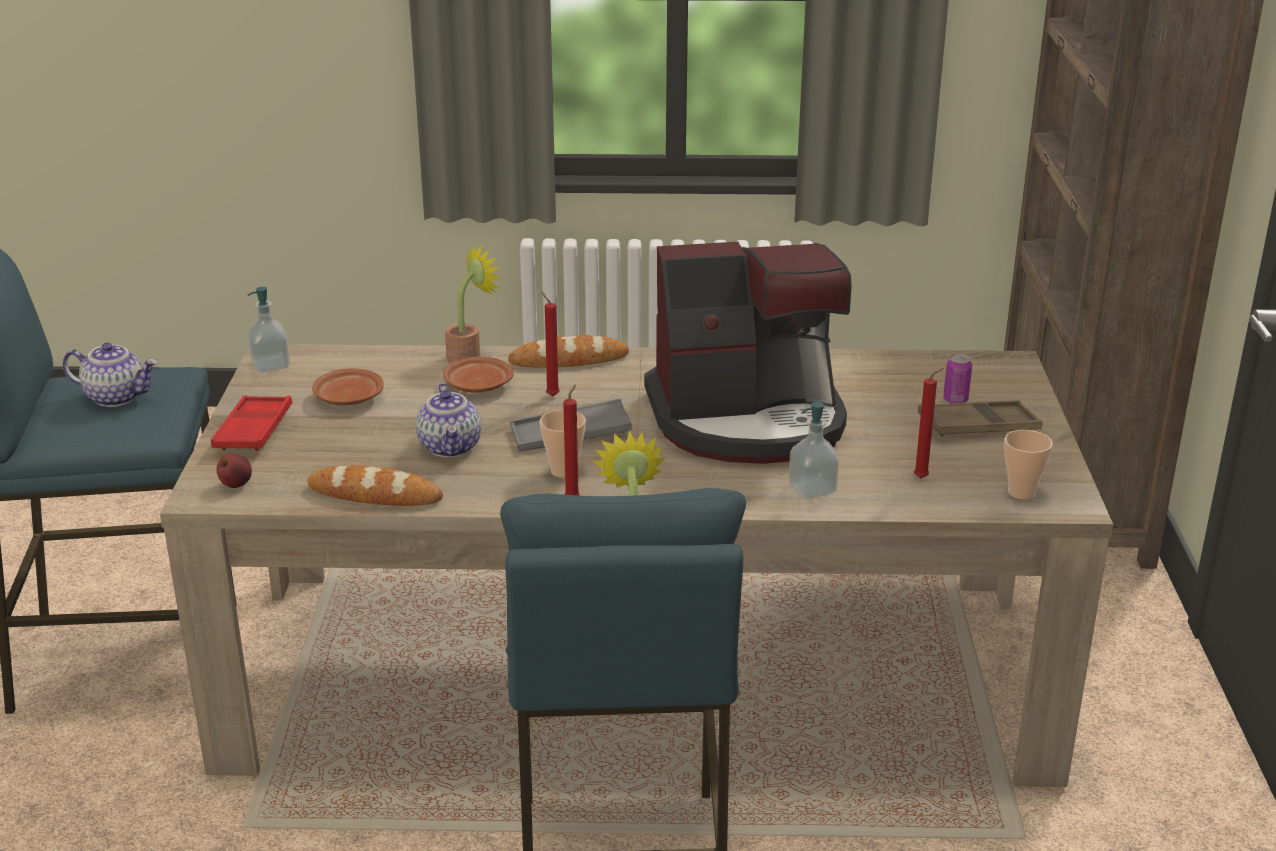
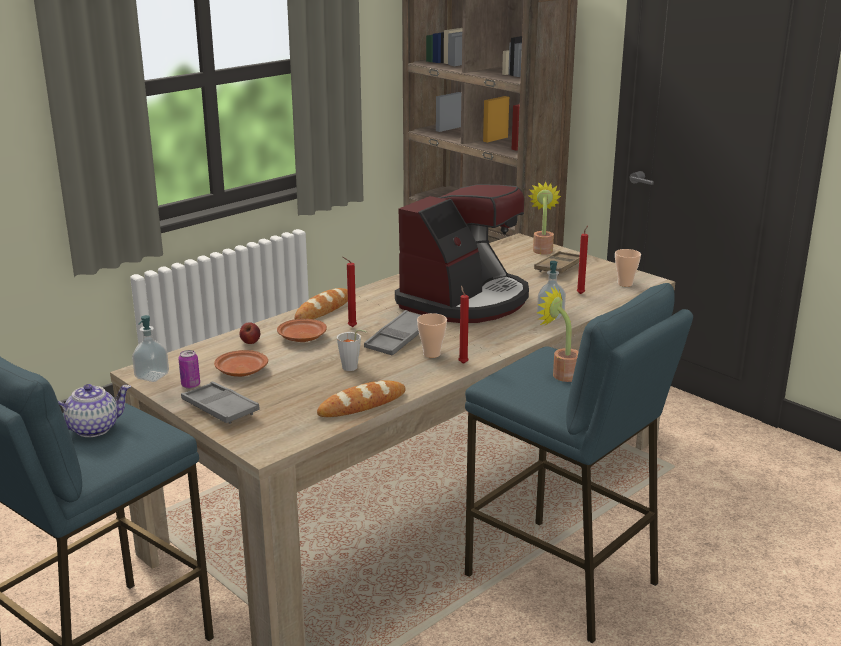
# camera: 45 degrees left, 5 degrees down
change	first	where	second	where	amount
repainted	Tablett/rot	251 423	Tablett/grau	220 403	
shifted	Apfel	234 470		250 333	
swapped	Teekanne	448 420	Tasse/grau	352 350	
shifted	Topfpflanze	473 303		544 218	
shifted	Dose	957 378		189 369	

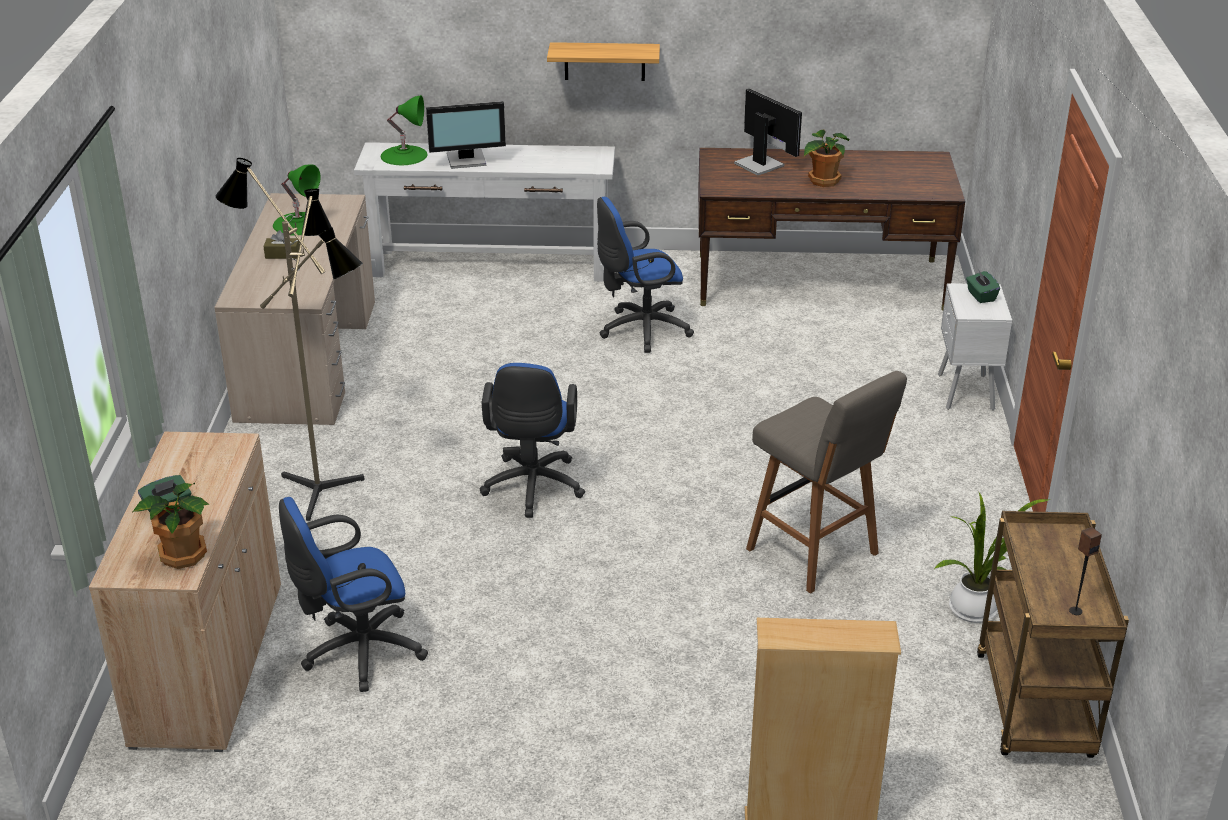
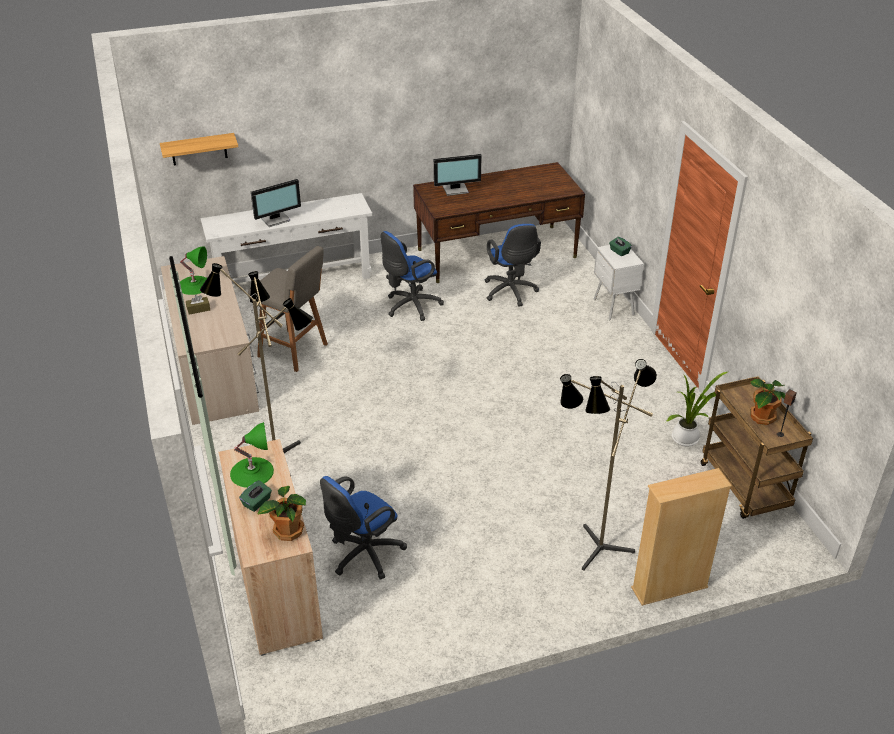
# camera: 20 degrees left, 5 degrees up
change	first	where	second	where	amount
shifted	Tischlampe/grün	404 130		252 455	
shifted	Bürostuhl/blau	532 440		513 265	
shifted	Wandregal	603 61		199 149	
rotated	Monitor	768 132		458 175	135 degrees clockwise
shifted	Hocker/grau	826 482		288 309	
shifted	Topfpflanze	826 158		767 402	
new			Stehlampe	608 465	

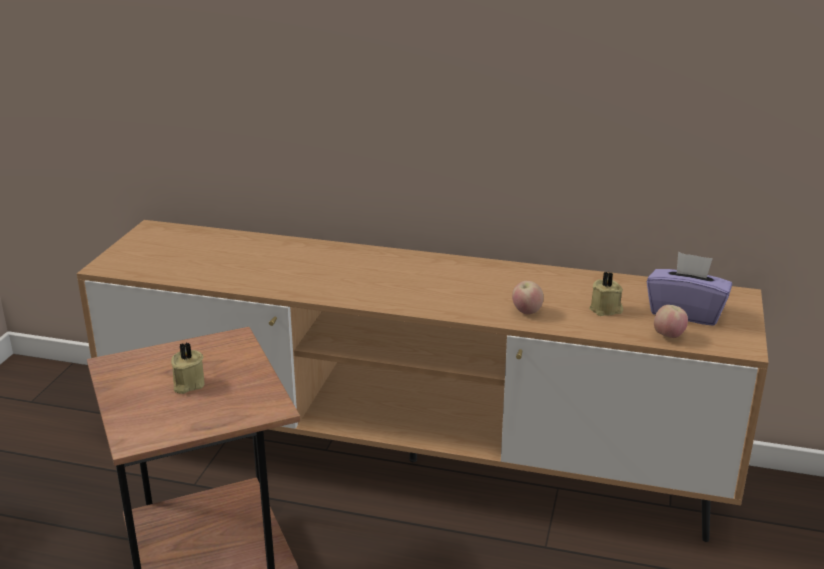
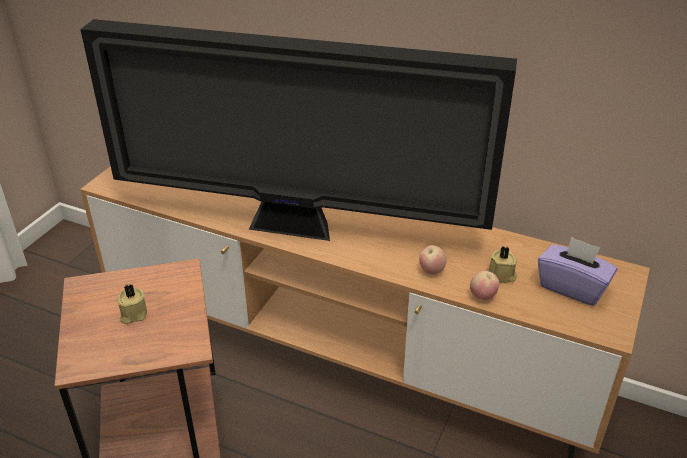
# camera: 10 degrees right, 10 degrees up
change	first	where	second	where	amount
shifted	Apfel	671 321		484 285	
new			Fernseher	298 130	

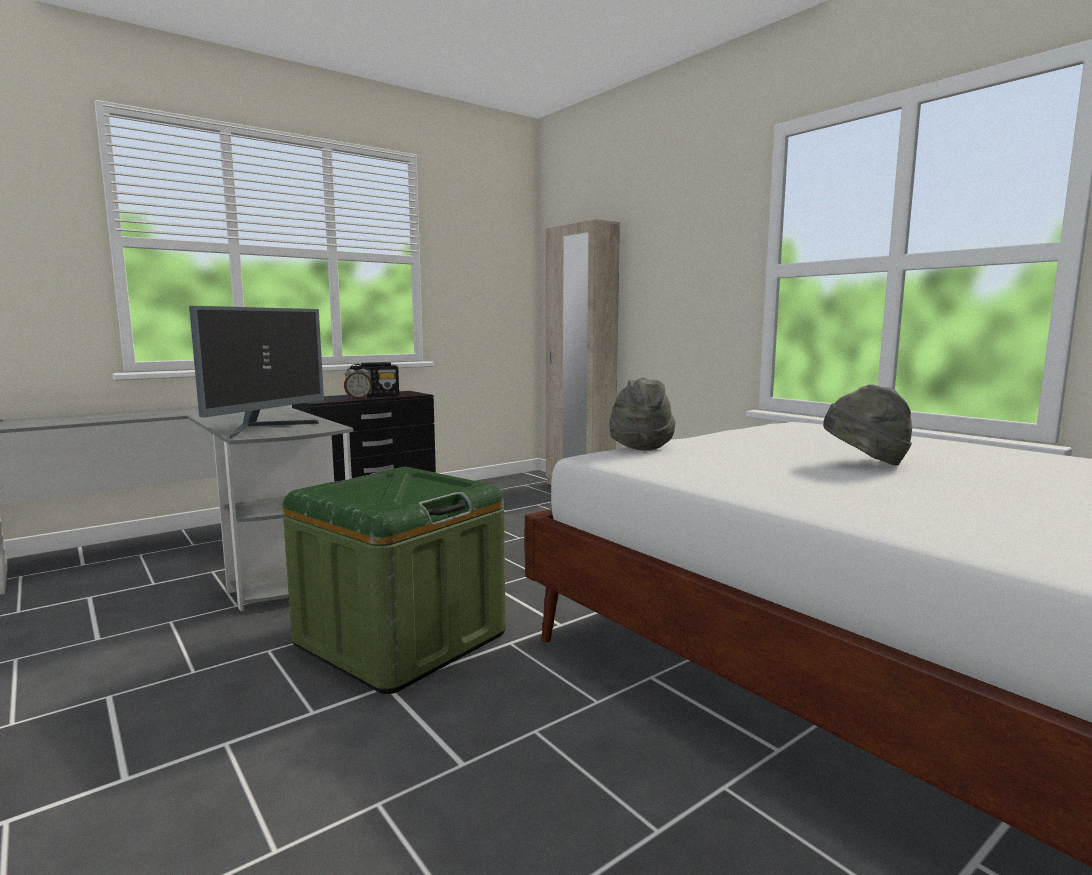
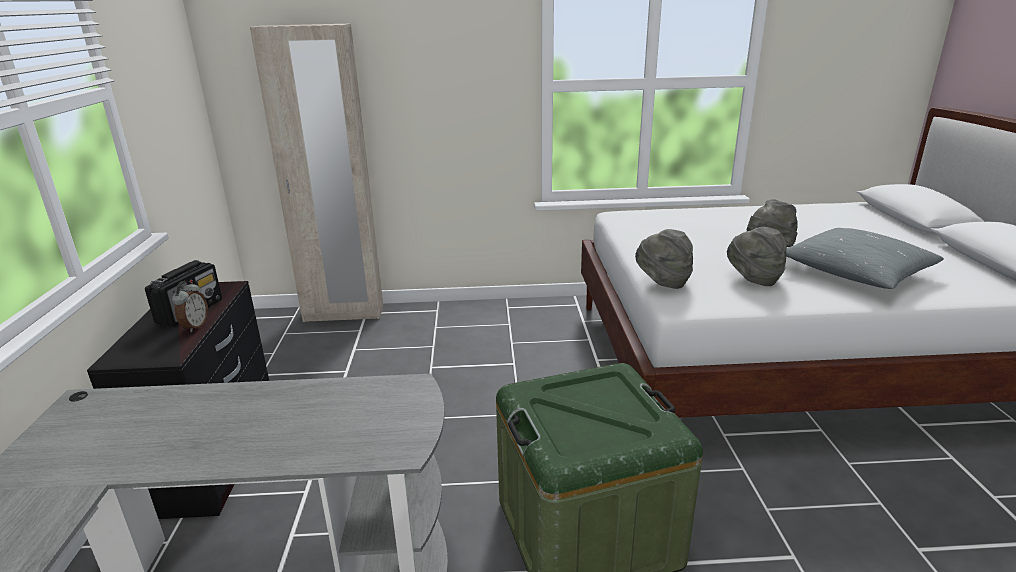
# camera: 55 degrees left, 15 degrees up
change	first	where	second	where	amount
gone	Monitor	256 372			
new			Hut/grau	757 256	
new			Kissen/grau	865 258	

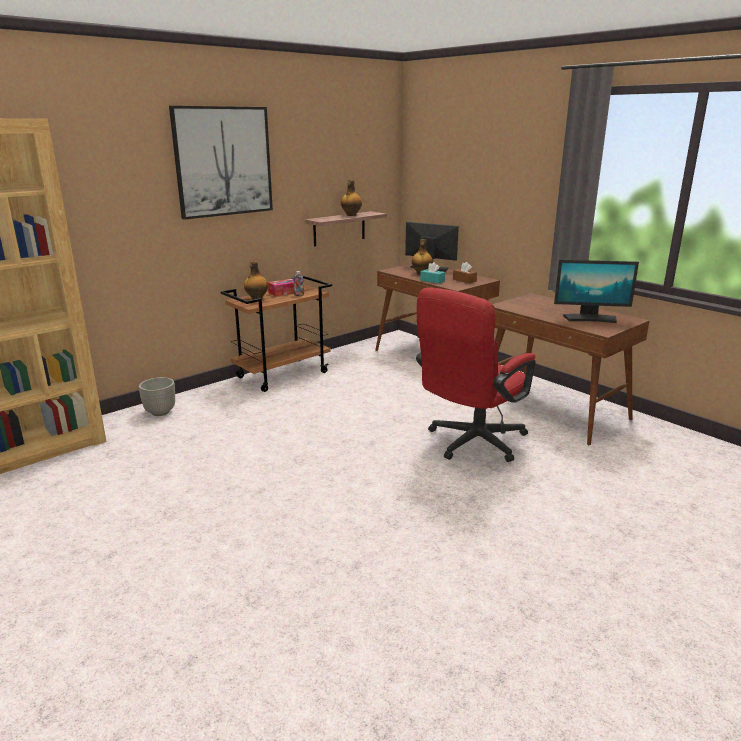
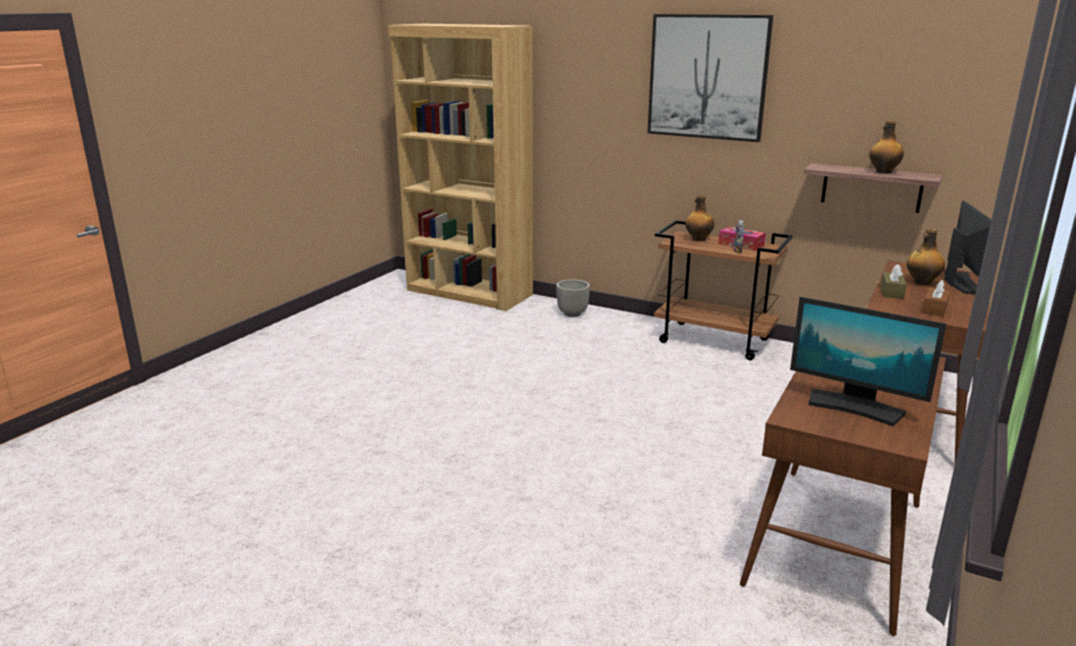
# camera: 70 degrees right, 0 degrees up
change	first	where	second	where	amount
gone	Bürostuhl/rot	476 374			
repainted	Taschentuchbox/türkis	432 273	Taschentuchbox/braun	893 281	
rotated	Monitor	596 291		868 361	45 degrees counterclockwise

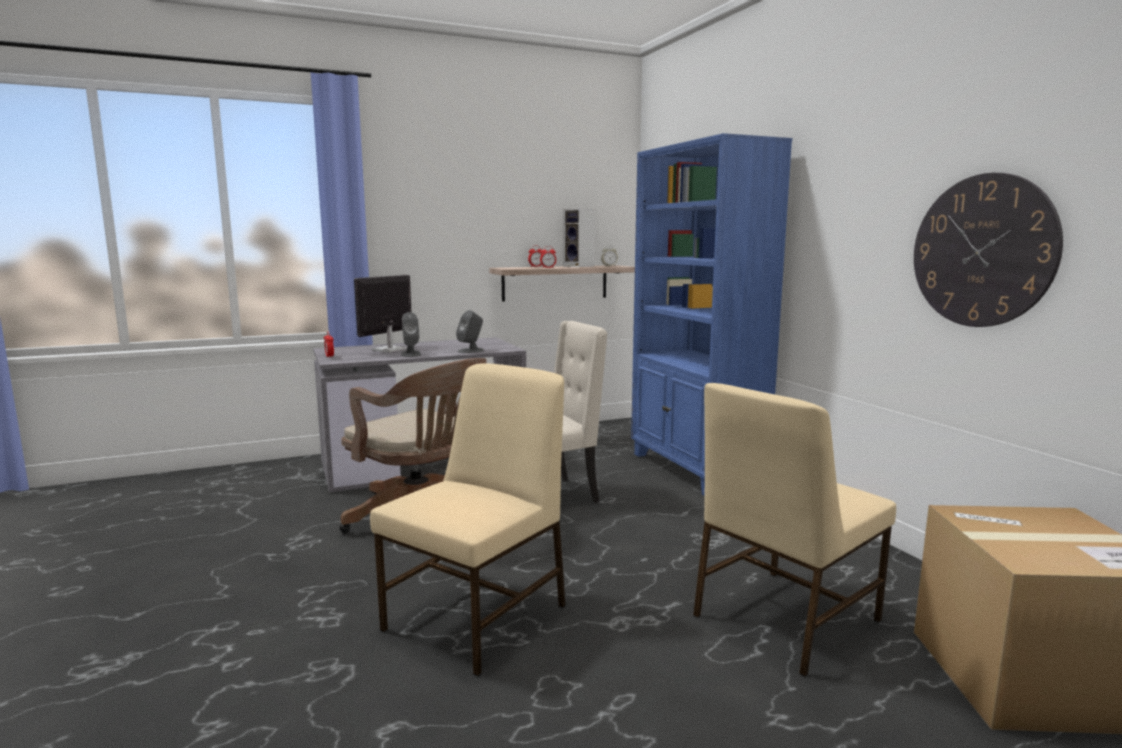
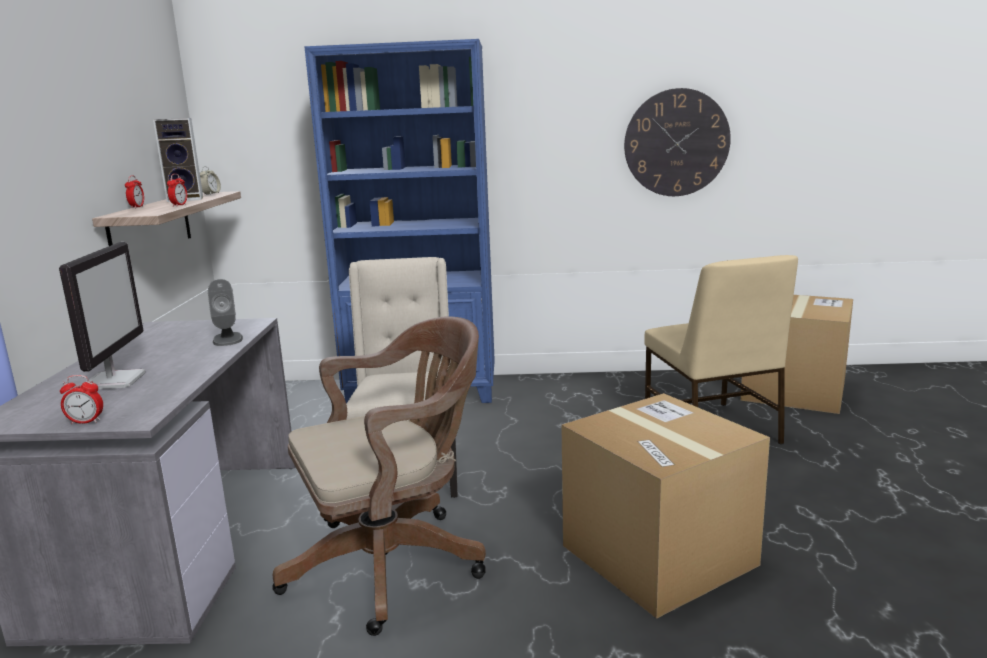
# camera: 65 degrees left, 5 degrees up
change	first	where	second	where	amount
rotated	Monitor	383 314		102 315	150 degrees counterclockwise
swapped	Stuhl/beige	468 520	Karton	665 506	
gone	Lautsprecher/grau	411 334			

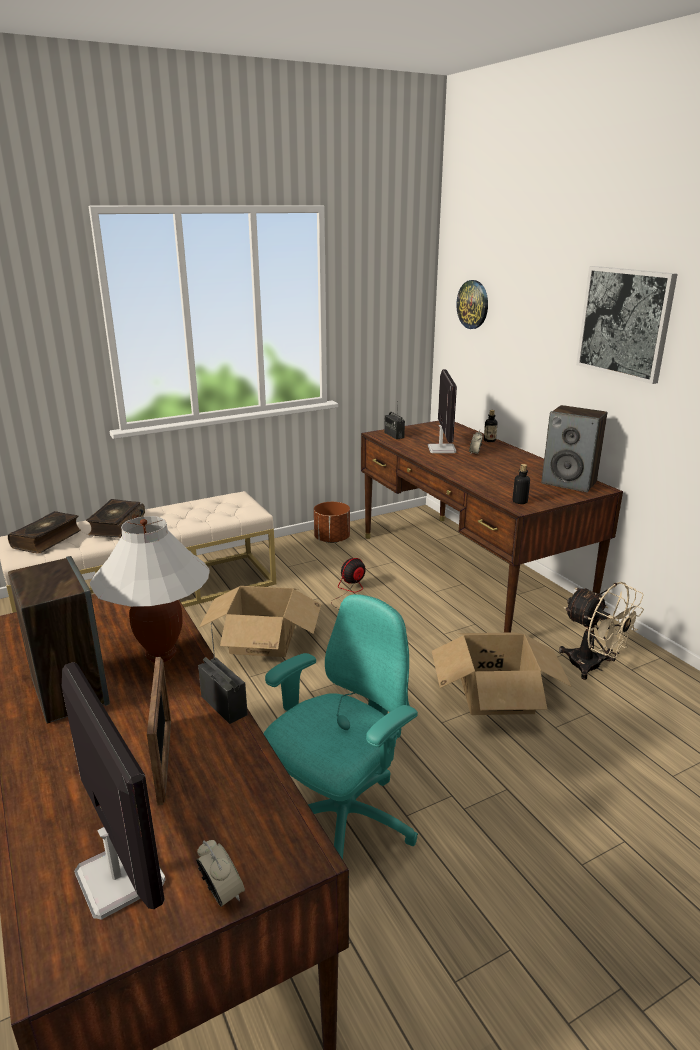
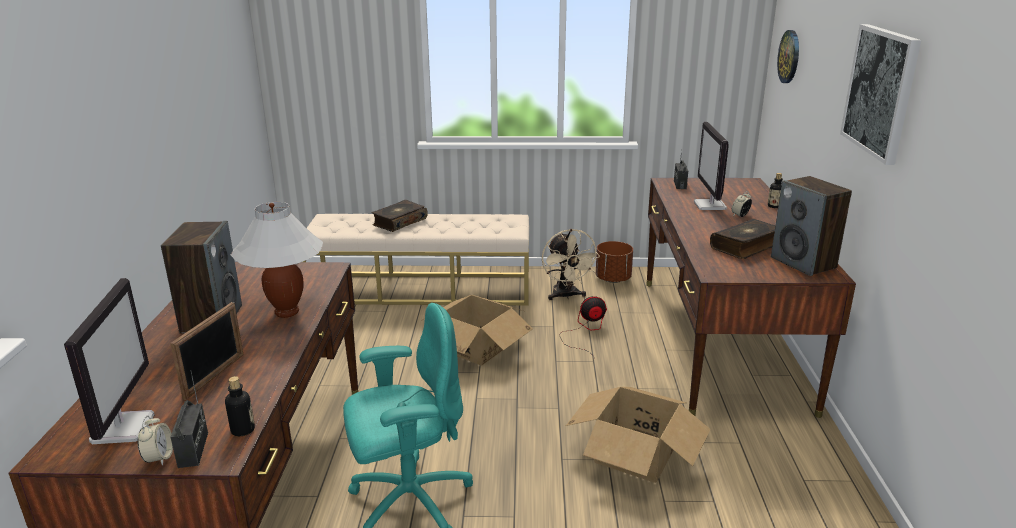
# camera: 30 degrees right, 0 degrees up
change	first	where	second	where	amount
shifted	Buch	44 532		742 239	
shifted	Radio	223 673		189 419	
rotated	Monitor	442 411		711 166	150 degrees clockwise
shifted	Flasche	521 484		240 406	
shifted	Ventilator/beige	601 631		571 264	

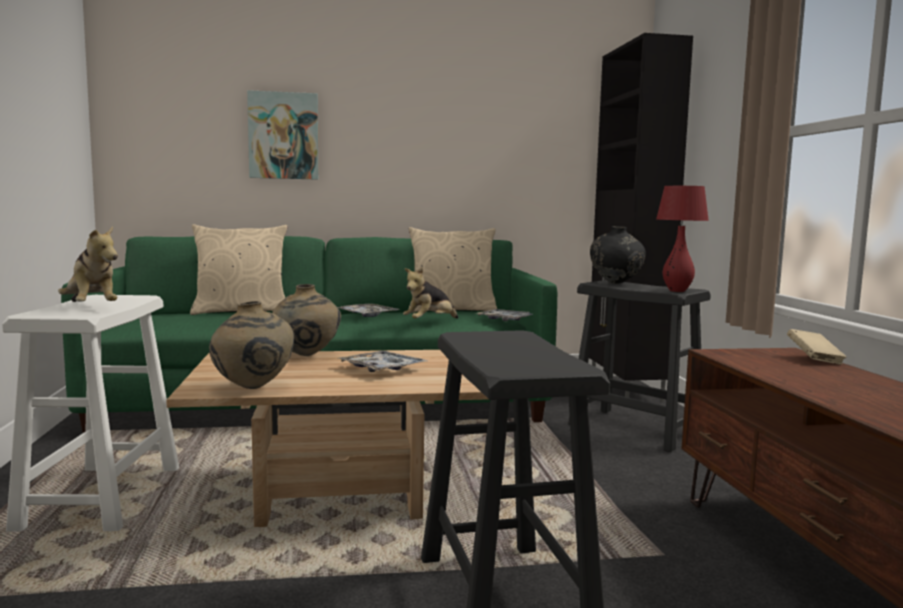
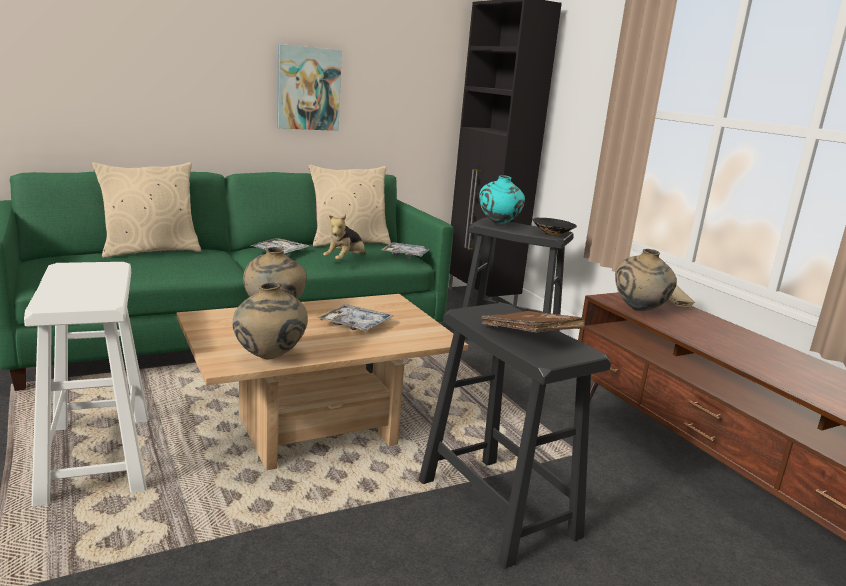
# camera: 20 degrees left, 10 degrees up
change	first	where	second	where	amount
gone	Plüschtier	88 264			
shifted	Bild	283 135		309 87	
repainted	Vase/schwarz	618 255	Vase/türkis	502 199	
swapped	Tischlampe/rot	682 239	Schüssel/schwarz	555 227	
new			Buch/braun	533 322	
new			Vase/beige	646 280	

